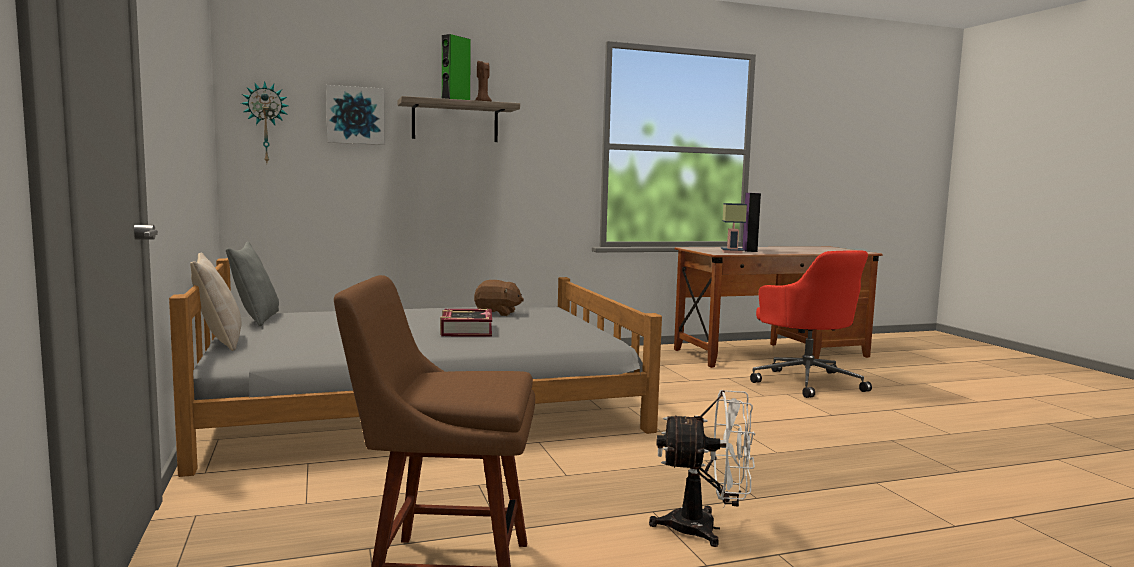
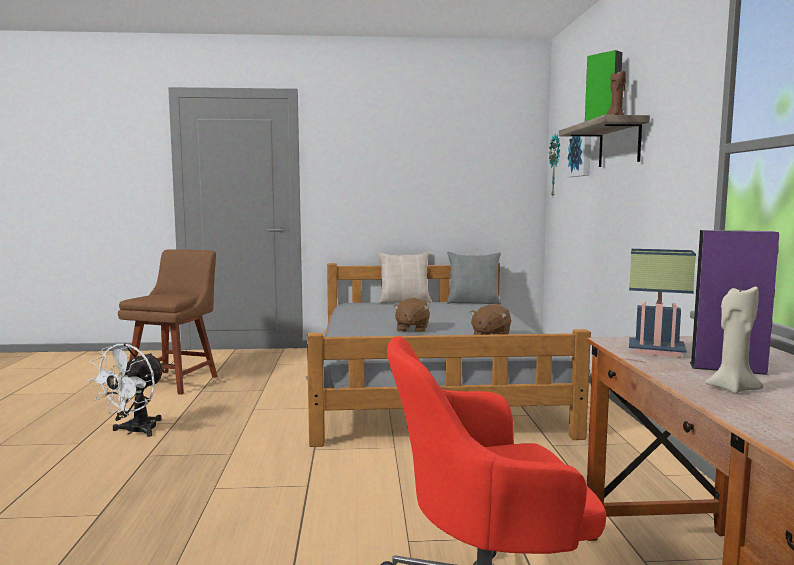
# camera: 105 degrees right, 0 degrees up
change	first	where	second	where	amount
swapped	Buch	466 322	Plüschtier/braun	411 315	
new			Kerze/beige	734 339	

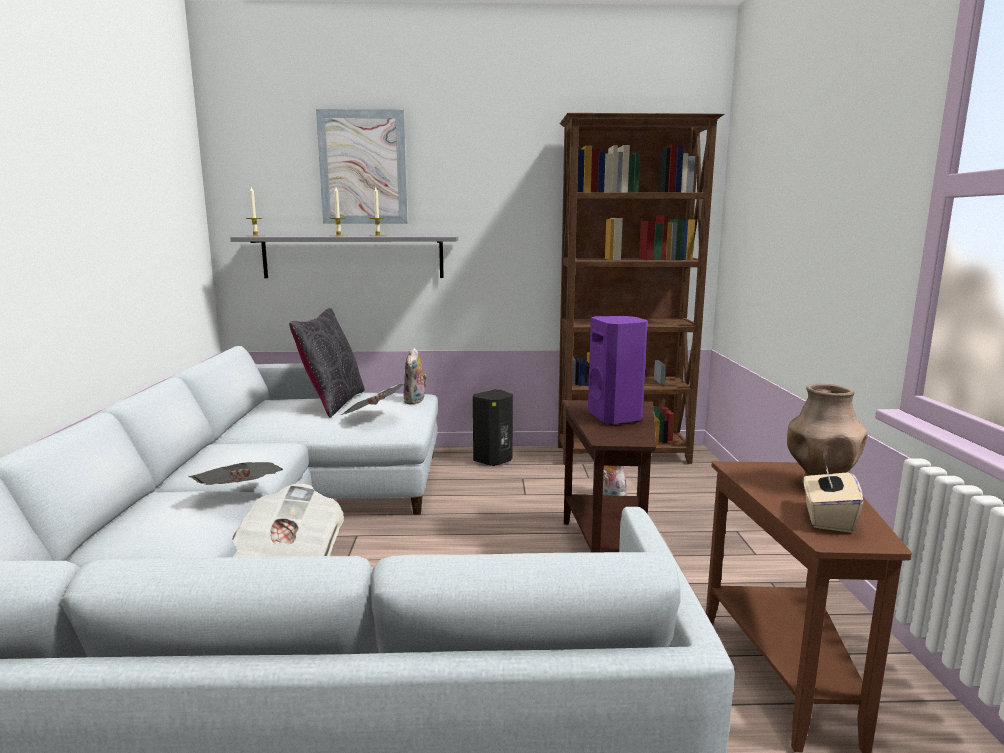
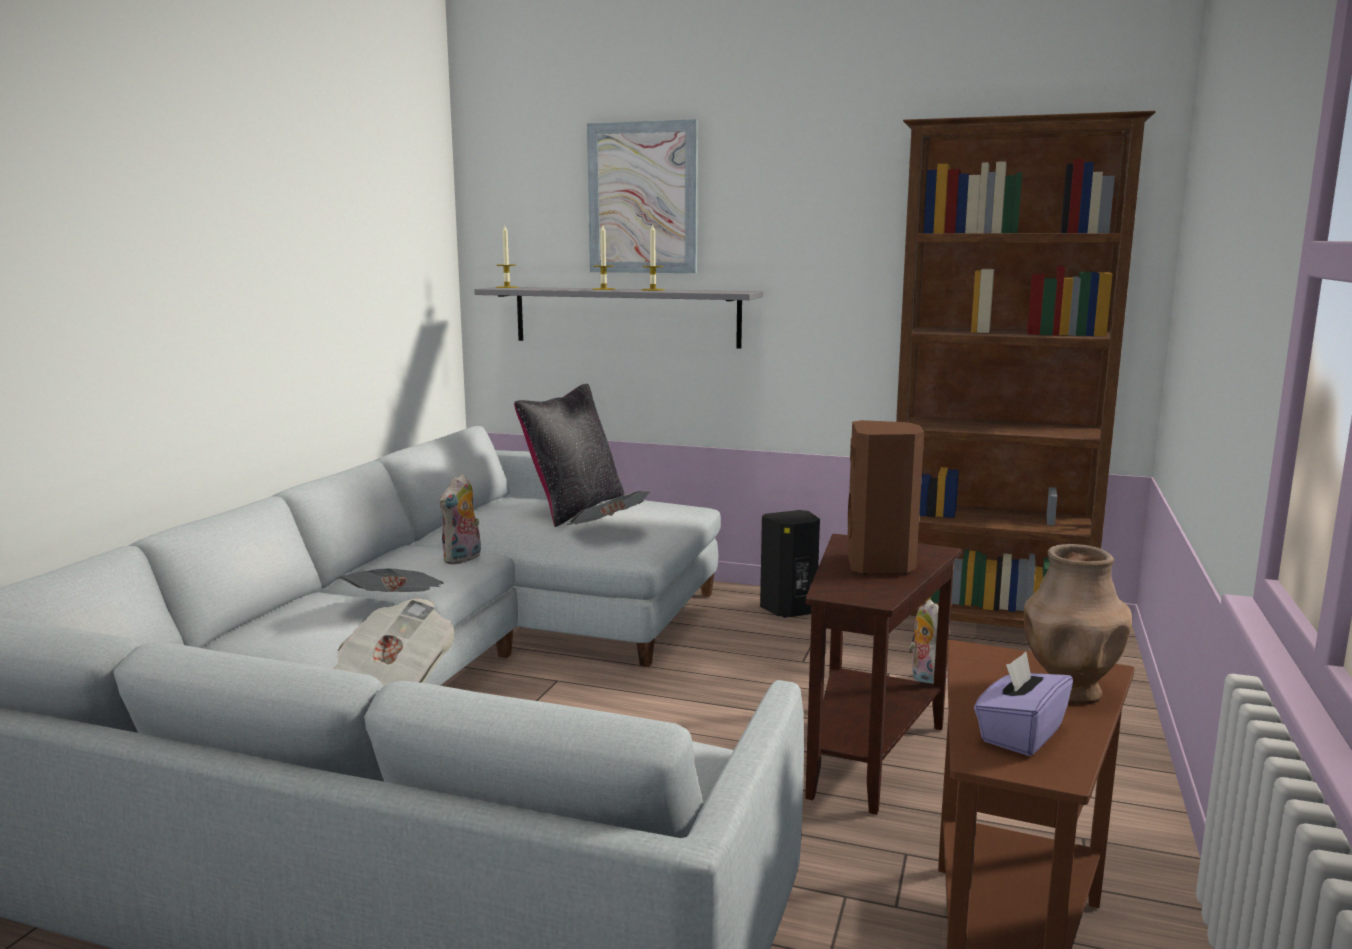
# camera: 20 degrees right, 0 degrees up
change	first	where	second	where	amount
shifted	Plüschtier	415 376		460 519	
repainted	Lautsprecher/lila	618 370	Lautsprecher/braun	885 497	
repainted	Taschentuchbox/beige	833 497	Taschentuchbox/lila	1023 704	

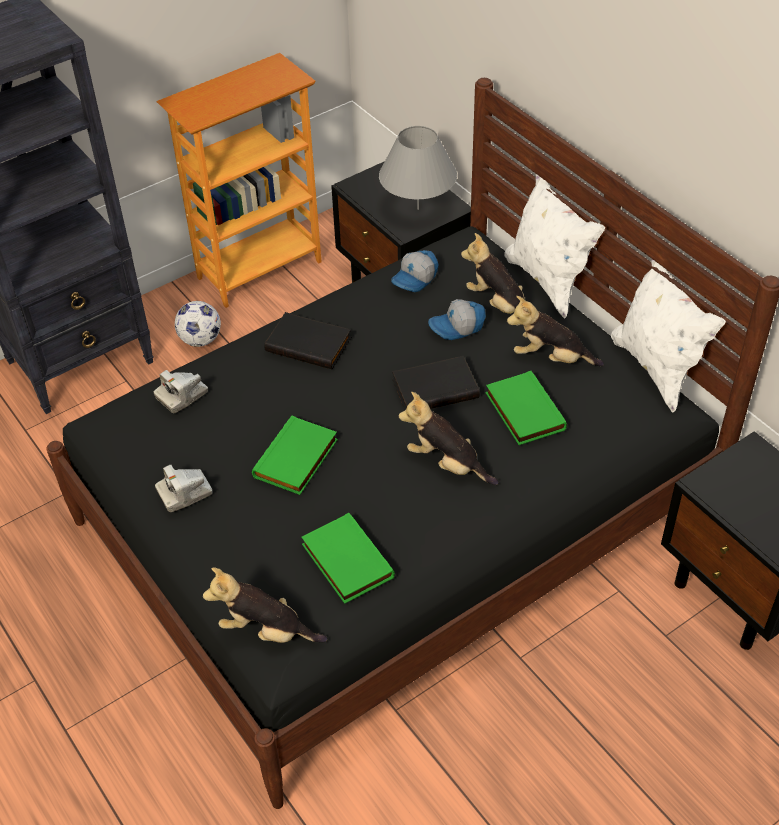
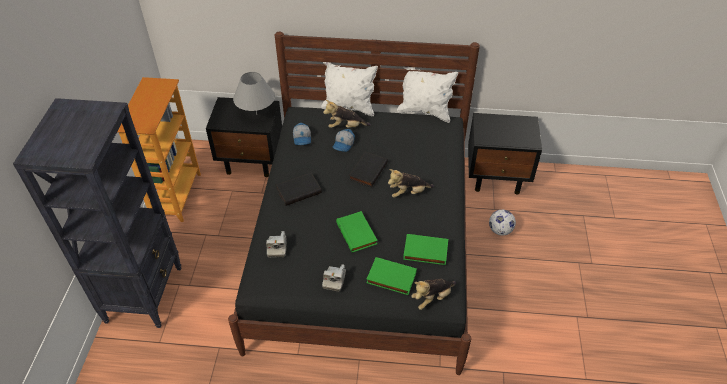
# camera: 50 degrees left, 0 degrees up
change	first	where	second	where	amount
shifted	Fußball	198 324		502 223	
shifted	Buch/grün	526 408		391 276	
gone	Plüschtier	555 331			

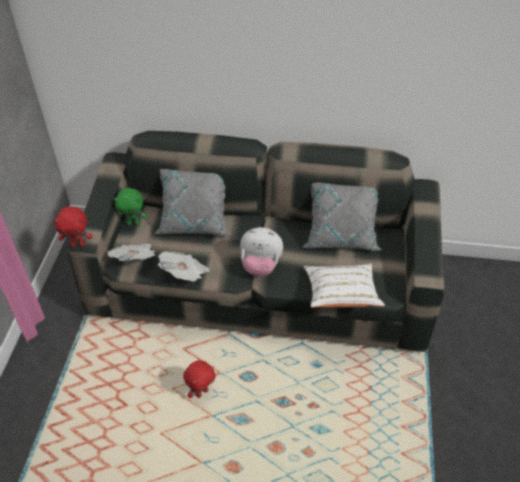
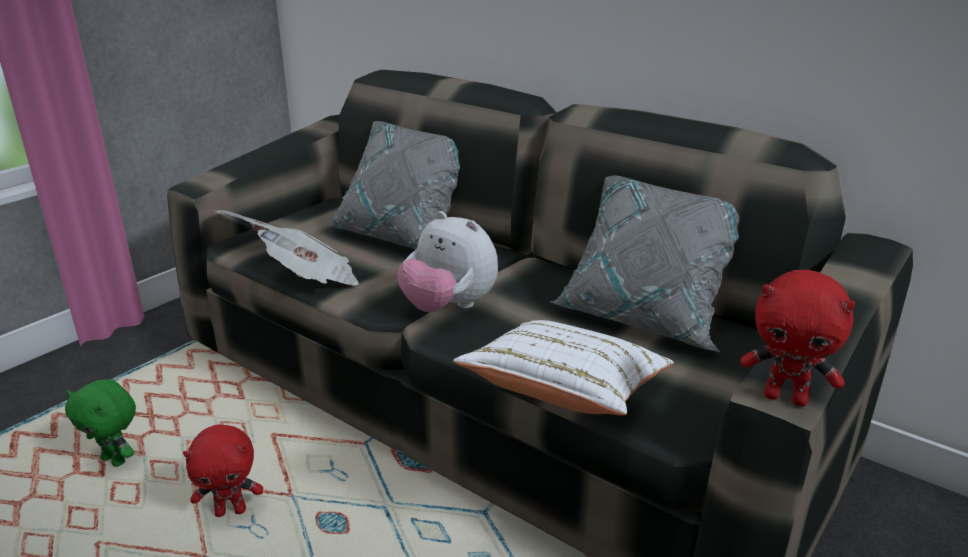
# camera: 30 degrees right, 20 degrees down
change	first	where	second	where	amount
shifted	Plüschtier/rot	72 226		797 338	
shifted	Plüschtier/grün	130 206		100 423	

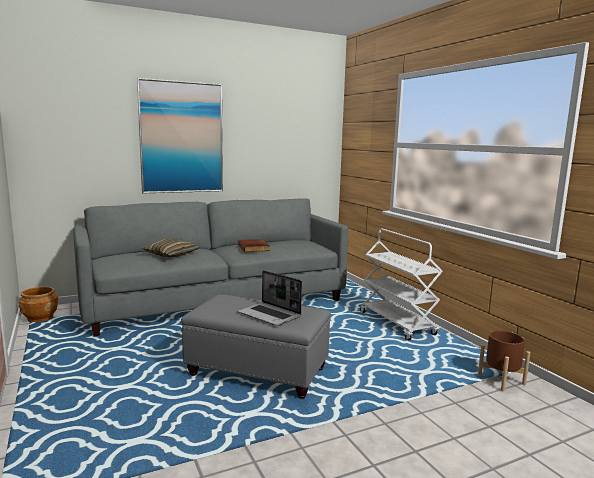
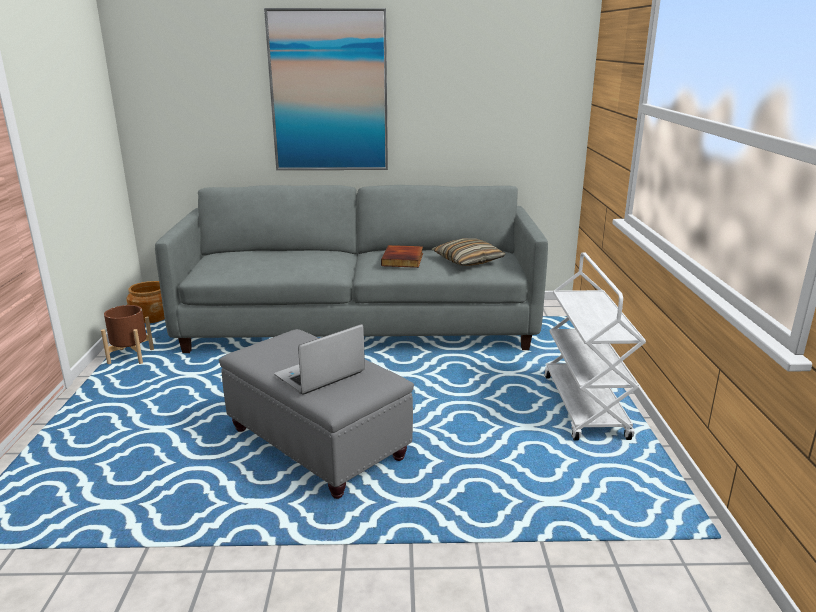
# camera: 25 degrees right, 10 degrees up
change	first	where	second	where	amount
shifted	Kissen	170 248		469 252	
rotated	Laptop	270 298		319 359	75 degrees clockwise
shifted	Pflanzkübel/braun	504 361		127 334	

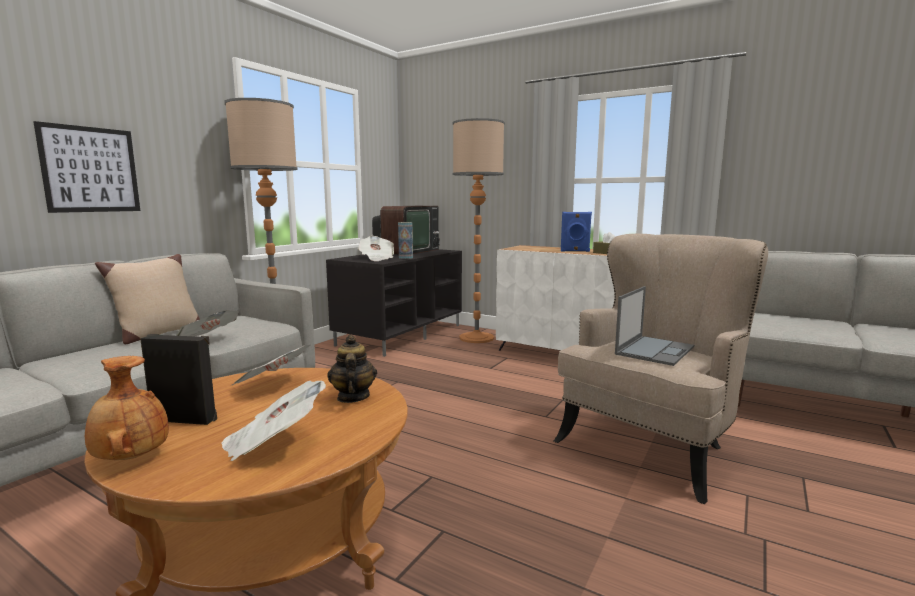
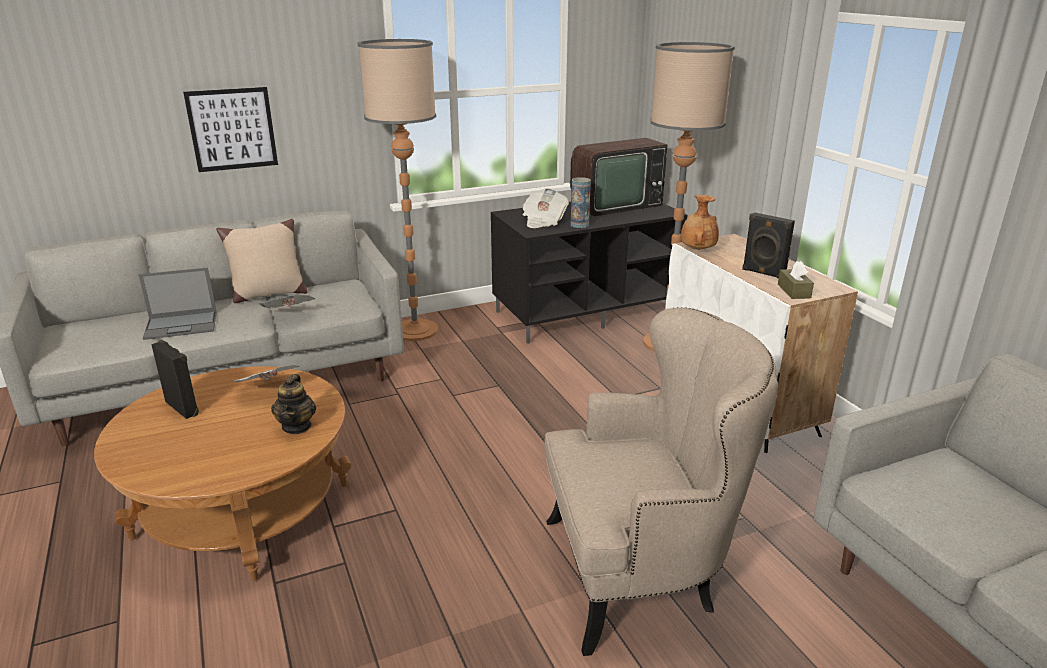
# camera: 35 degrees right, 15 degrees up
change	first	where	second	where	amount
shifted	Vase/braun	127 408		700 222	
gone	Zeitung	273 420			
rotated	Teekanne	352 369		293 404	150 degrees clockwise
repainted	Lautsprecher/blau	576 232	Lautsprecher/schwarz	768 245	
shifted	Laptop	654 326		178 304	

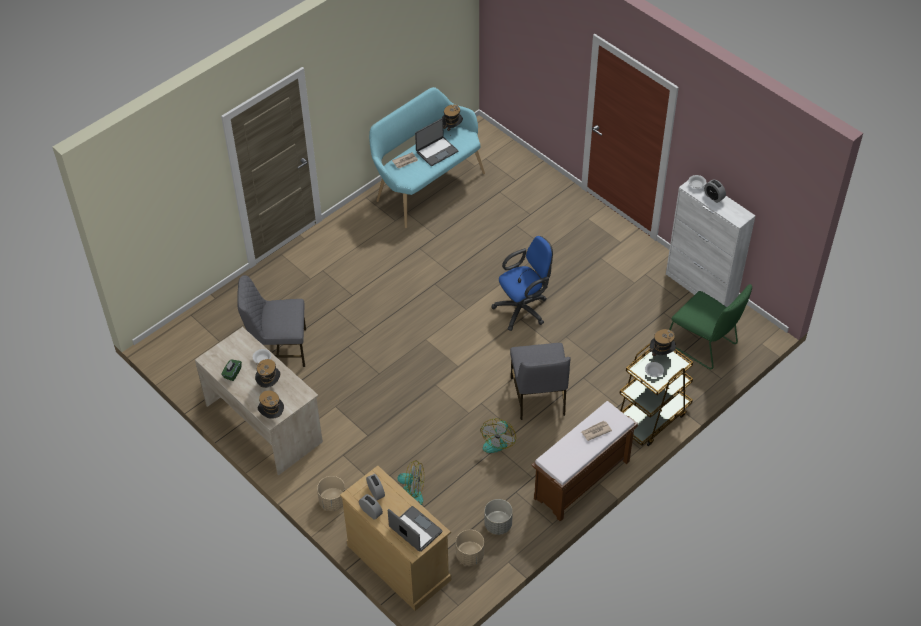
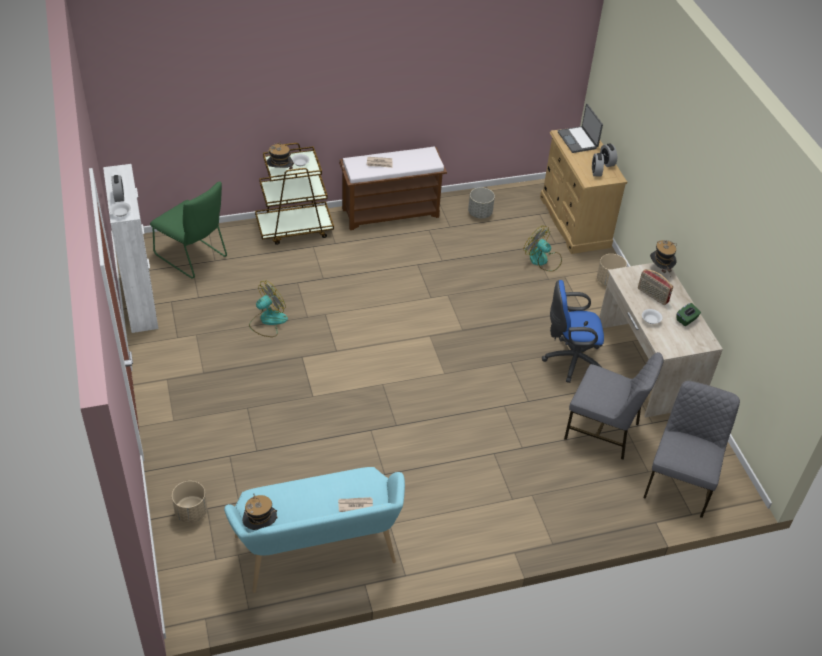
# camera: 155 degrees left, 5 degrees down
change	first	where	second	where	amount
swapped	Hut	267 373	Radio	655 287	
gone	Laptop	436 142			
shifted	Pflanzkübel/beige	470 548		189 502	
shifted	Ventilator	498 435		268 309	
shifted	Bürostuhl/blau	522 283		573 331	
shifted	Stuhl/grau	540 381		691 449	
rotated	Stuhl/grün	710 326		188 230	150 degrees clockwise

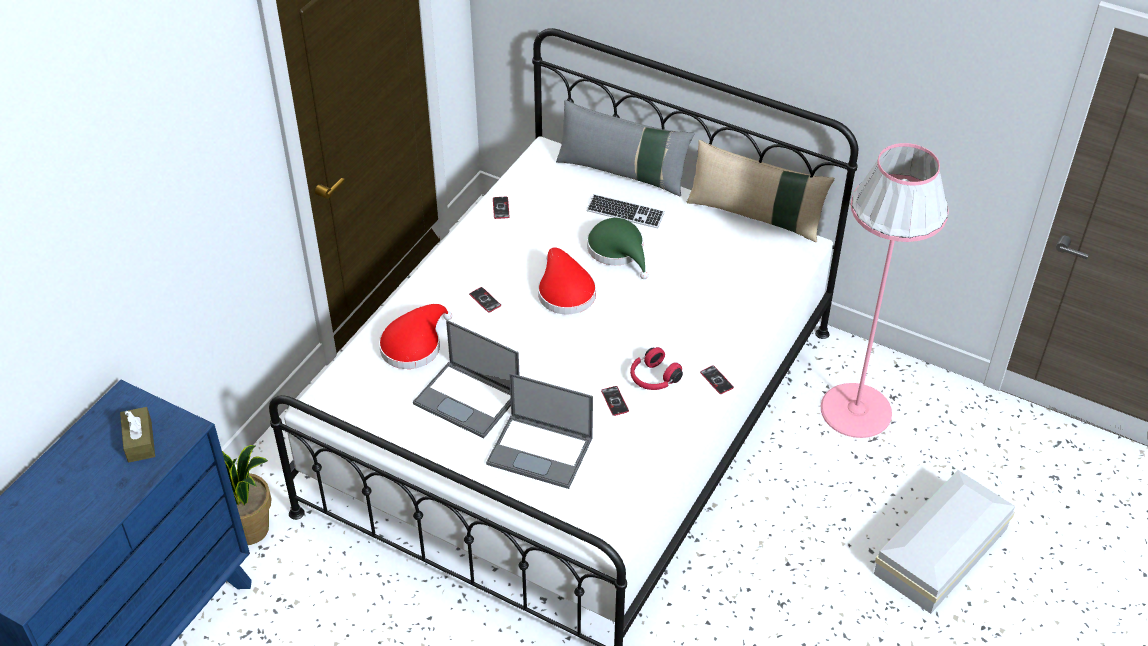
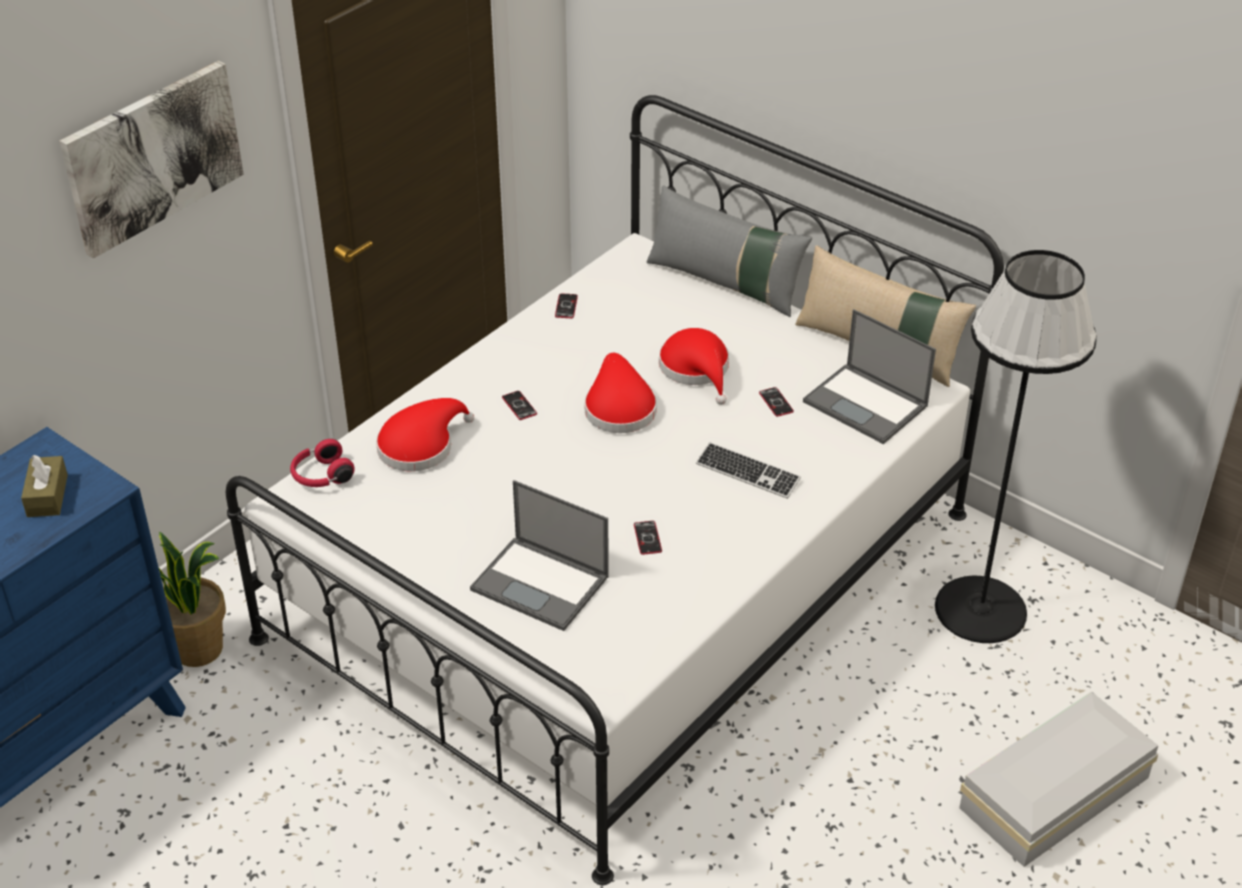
# camera: 10 degrees right, 5 degrees down
change	first	where	second	where	amount
shifted	Laptop	466 379		869 376	
shifted	Tastatur	626 211		748 470	
repainted	Hut/grün	618 248	Hut/rot	694 366	
shifted	Kopfhörer/rot	656 368		322 463	
shifted	Handy	717 379		776 402	
repainted	Stehlampe/rosa	885 290	Stehlampe/schwarz	1016 446	
new			Bild	152 159	

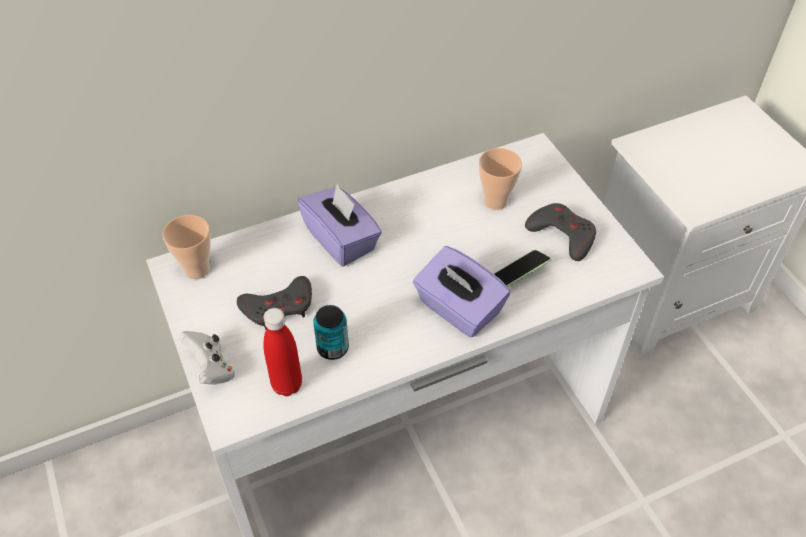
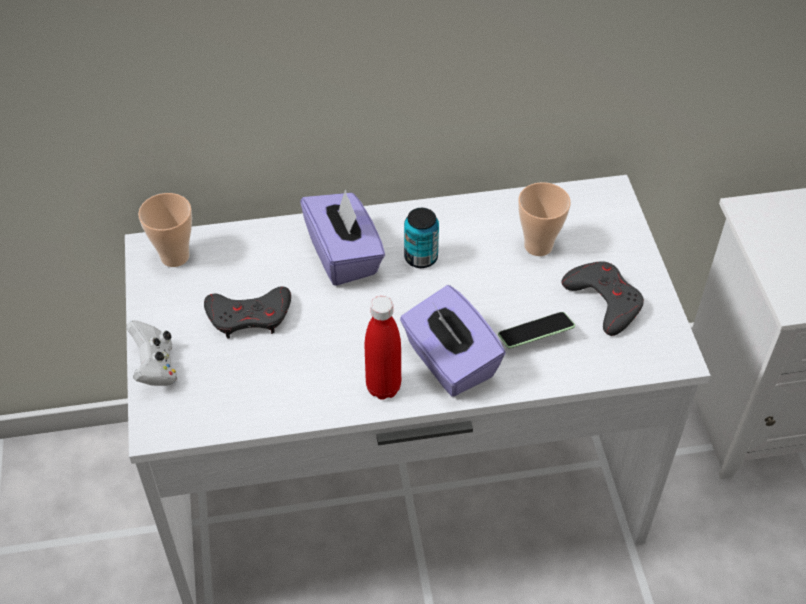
# camera: 15 degrees right, 0 degrees up
change	first	where	second	where	amount
shifted	Flasche/rot	282 352		383 348	
shifted	Dose	331 332		421 238	

